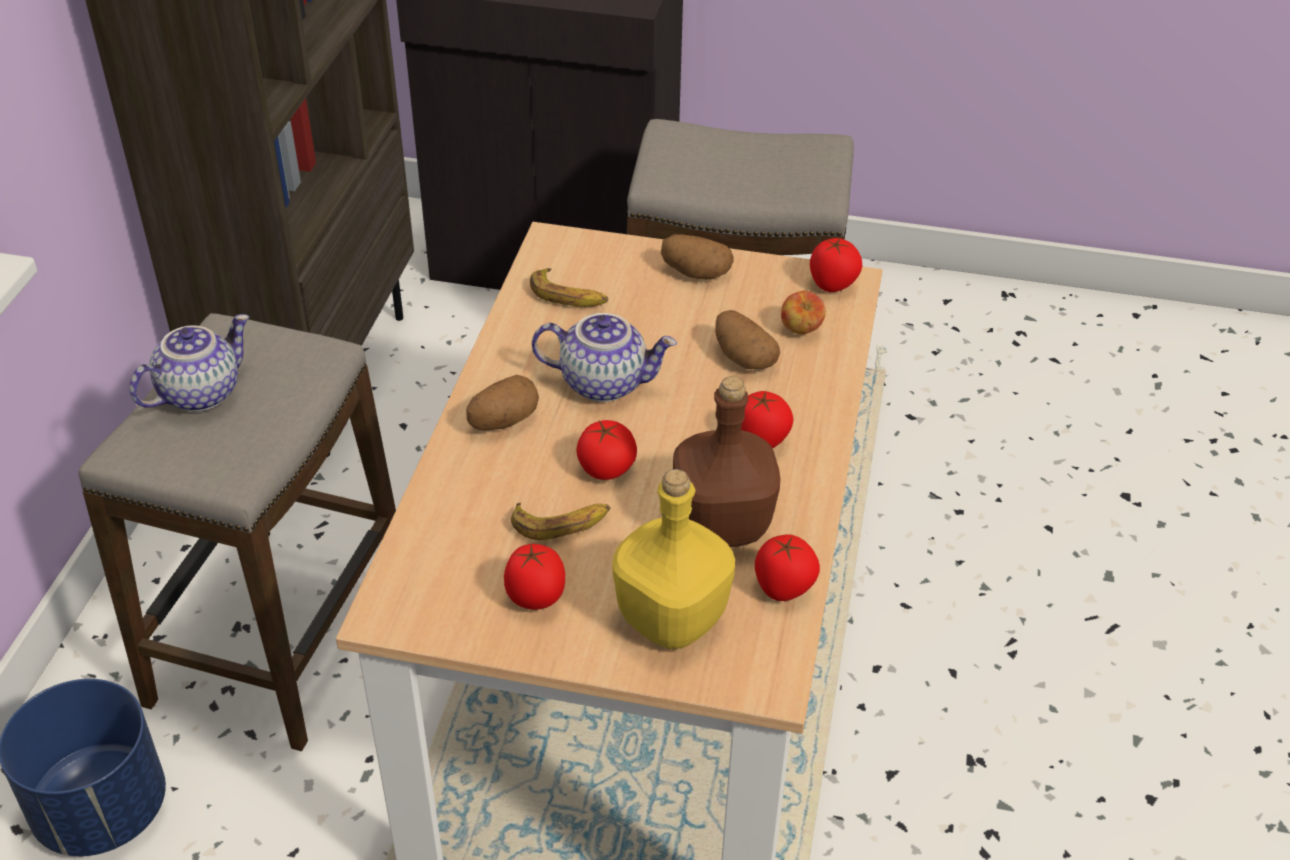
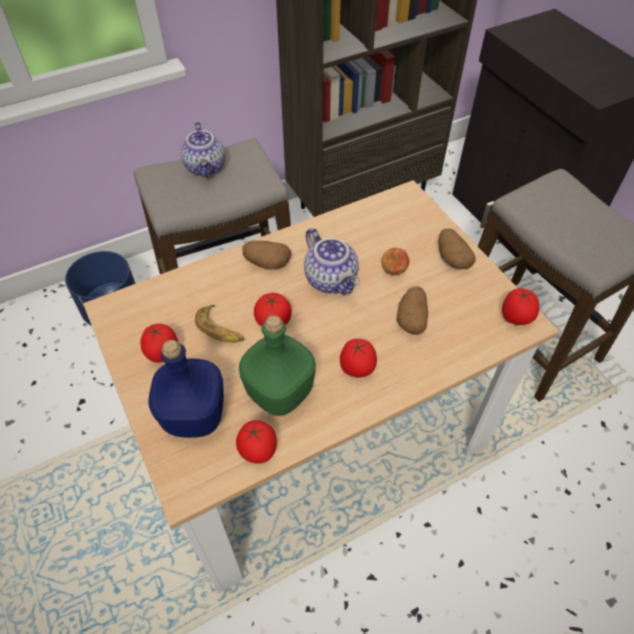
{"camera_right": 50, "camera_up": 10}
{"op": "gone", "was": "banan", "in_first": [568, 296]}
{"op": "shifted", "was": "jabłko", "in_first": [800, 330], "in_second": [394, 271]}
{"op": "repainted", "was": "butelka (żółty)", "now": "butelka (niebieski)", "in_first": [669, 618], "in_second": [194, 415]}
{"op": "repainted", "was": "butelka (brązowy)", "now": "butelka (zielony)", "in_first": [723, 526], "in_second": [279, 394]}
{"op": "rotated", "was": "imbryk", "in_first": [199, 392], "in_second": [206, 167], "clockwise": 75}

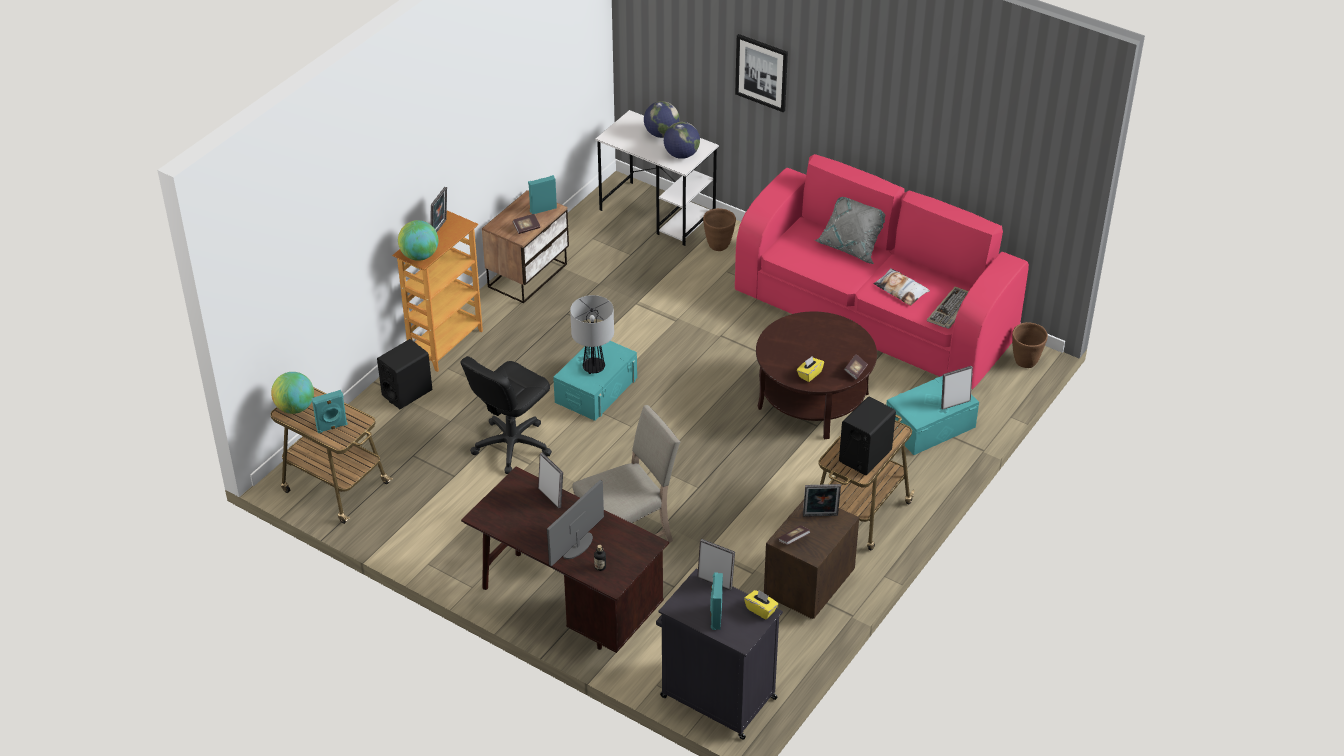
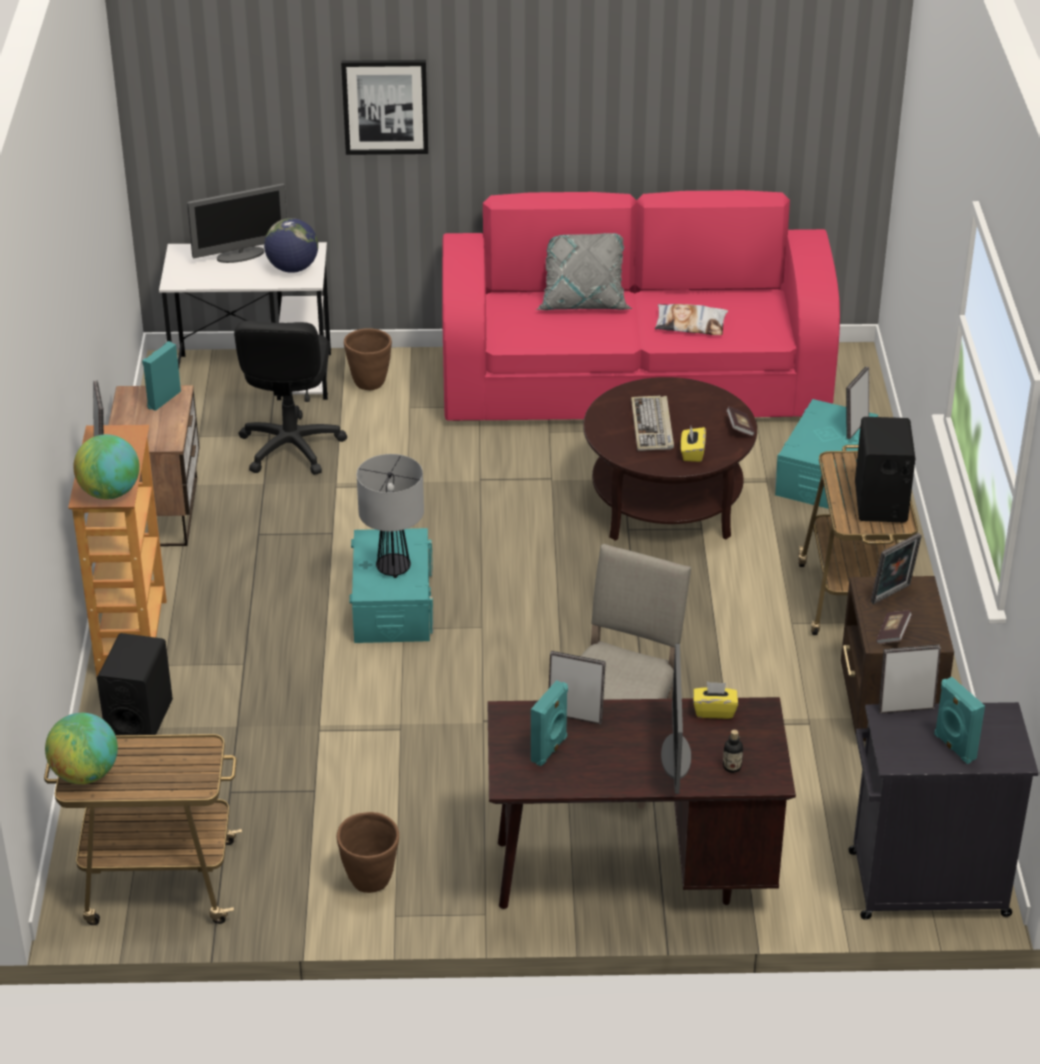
{"camera_right": -35, "camera_up": -5}
{"op": "gone", "was": "książka", "in_first": [526, 228]}
{"op": "shifted", "was": "głośnik (turkusowy)", "in_first": [332, 427], "in_second": [550, 749]}
{"op": "shifted", "was": "krzesło biurowe (czarny)", "in_first": [511, 445], "in_second": [290, 447]}
{"op": "shifted", "was": "pudełko chusteczek (żółty)", "in_first": [761, 610], "in_second": [714, 711]}
{"op": "shifted", "was": "klawiatura", "in_first": [951, 310], "in_second": [652, 426]}
{"op": "shifted", "was": "donica (brązowy)", "in_first": [1025, 362], "in_second": [370, 881]}
{"op": "swapped", "was": "globus", "now": "monitor", "in_first": [661, 134], "in_second": [241, 255]}

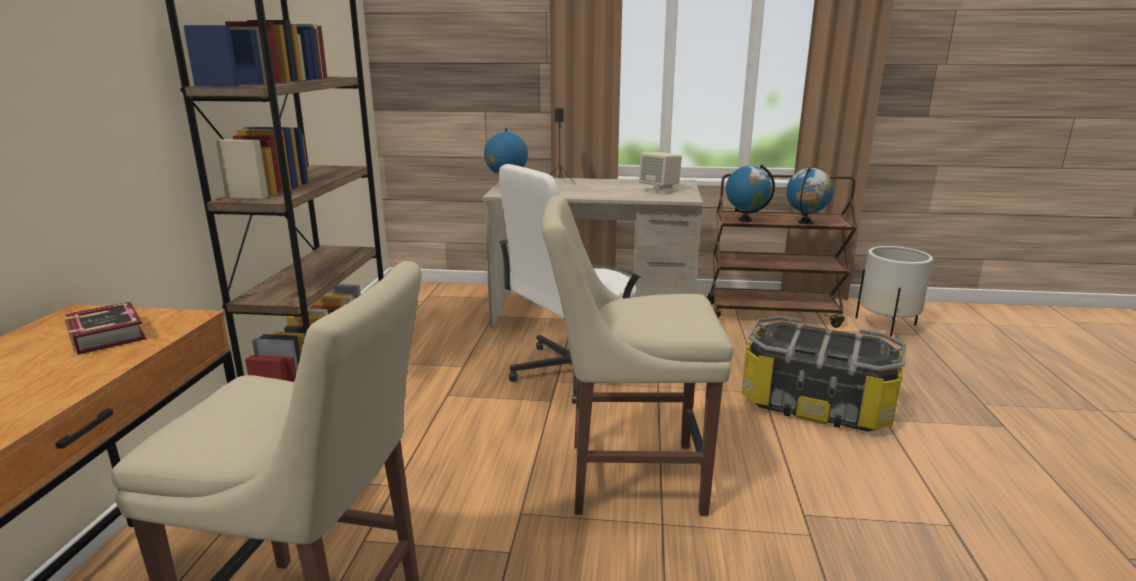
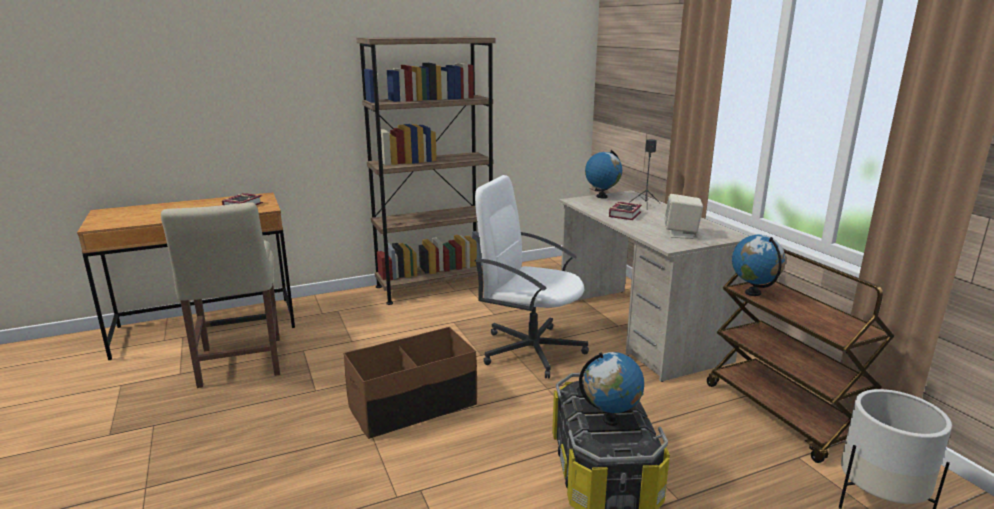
{"camera_right": 60, "camera_up": 0}
{"op": "new", "now": "książka", "in_second": [626, 214]}
{"op": "shifted", "was": "globus", "in_first": [805, 222], "in_second": [610, 420]}
{"op": "swapped", "was": "krzesło (beżowy)", "now": "pojemnik do przechowywania (brązowy)", "in_first": [626, 476], "in_second": [413, 406]}

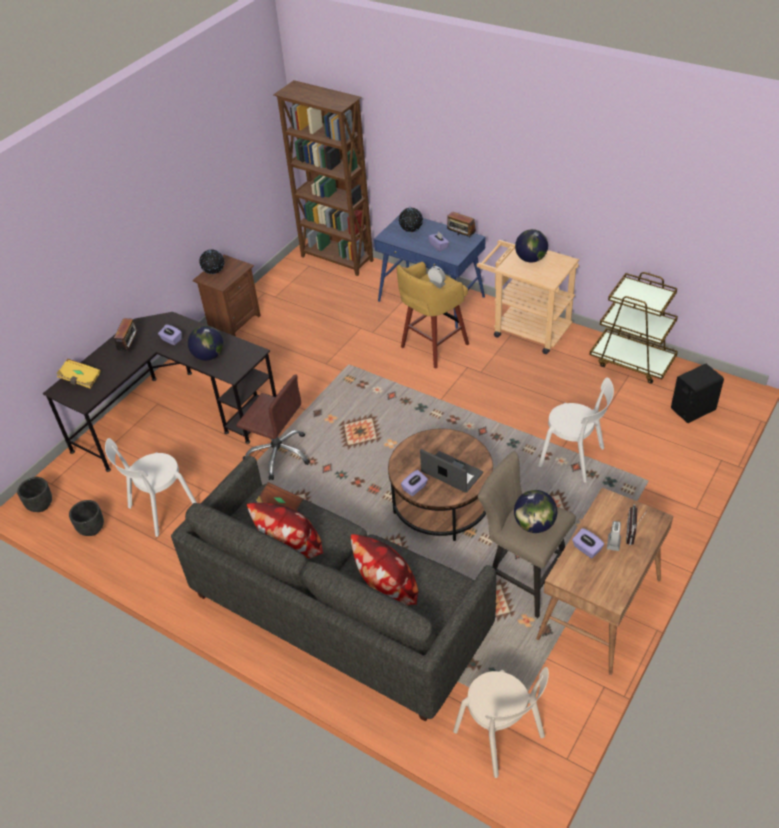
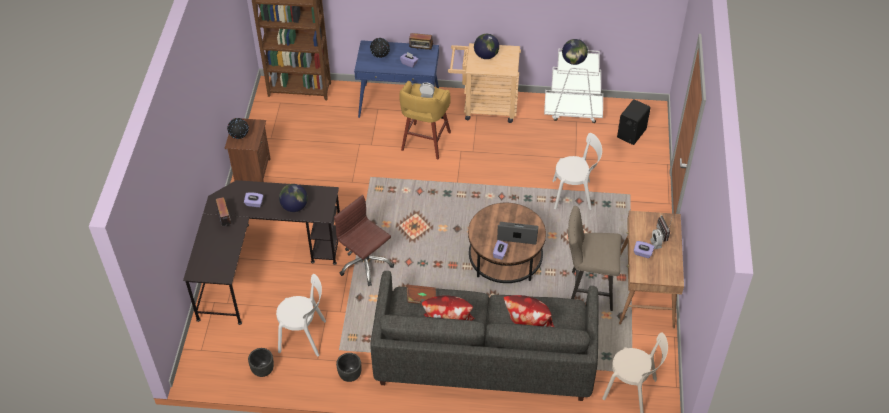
{"camera_right": -30, "camera_up": 5}
{"op": "gone", "was": "książka (żółty)", "in_first": [80, 379]}
{"op": "shifted", "was": "donica (czarny)", "in_first": [40, 506], "in_second": [350, 375]}
{"op": "shifted", "was": "globus", "in_first": [534, 525], "in_second": [573, 61]}
{"op": "repainted", "was": "wózek (brązowy)", "now": "wózek (biały)", "in_first": [632, 361], "in_second": [573, 110]}
{"op": "rotated", "was": "krzesło (biały)", "in_first": [160, 509], "in_second": [305, 336], "clockwise": -105}
{"op": "rotated", "was": "krzesło biurowe (brązowy)", "in_first": [279, 454], "in_second": [365, 264], "clockwise": -135}

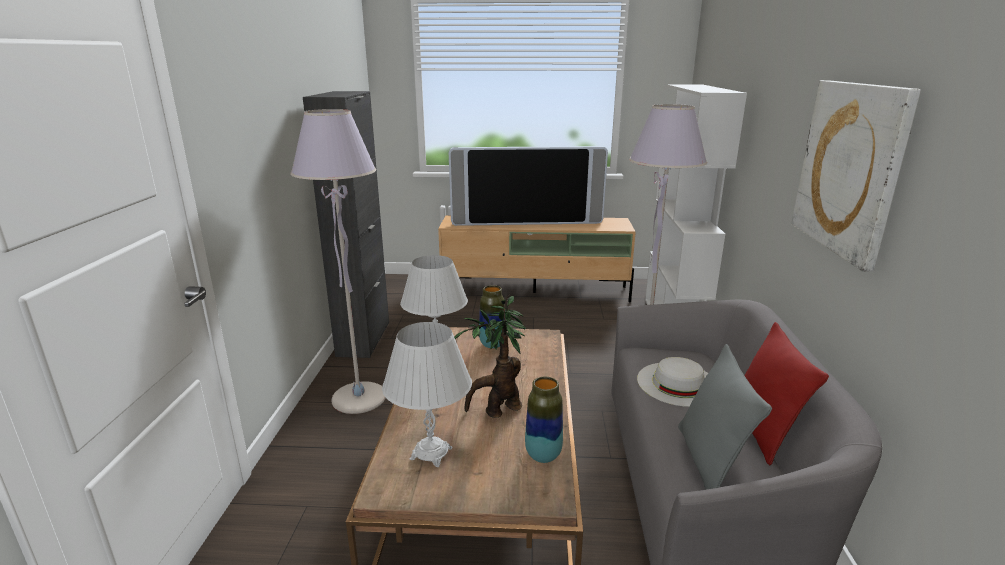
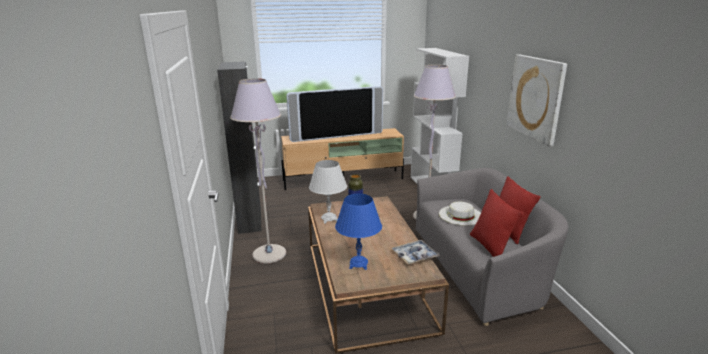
{"camera_right": -15, "camera_up": 0}
{"op": "gone", "was": "roślina doniczkowa", "in_first": [497, 410]}
{"op": "swapped", "was": "wazon", "now": "taca", "in_first": [543, 455], "in_second": [415, 256]}
{"op": "repainted", "was": "lampa stołowa (biały)", "now": "lampa stołowa (niebieski)", "in_first": [431, 453], "in_second": [358, 264]}
{"op": "repainted", "was": "poduszka (szary)", "now": "poduszka (czerwony)", "in_first": [709, 462], "in_second": [490, 247]}

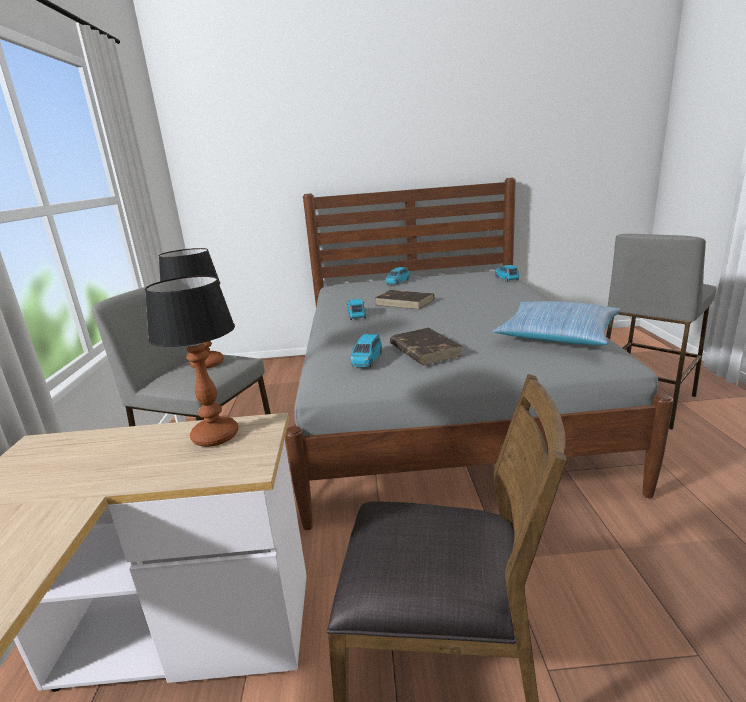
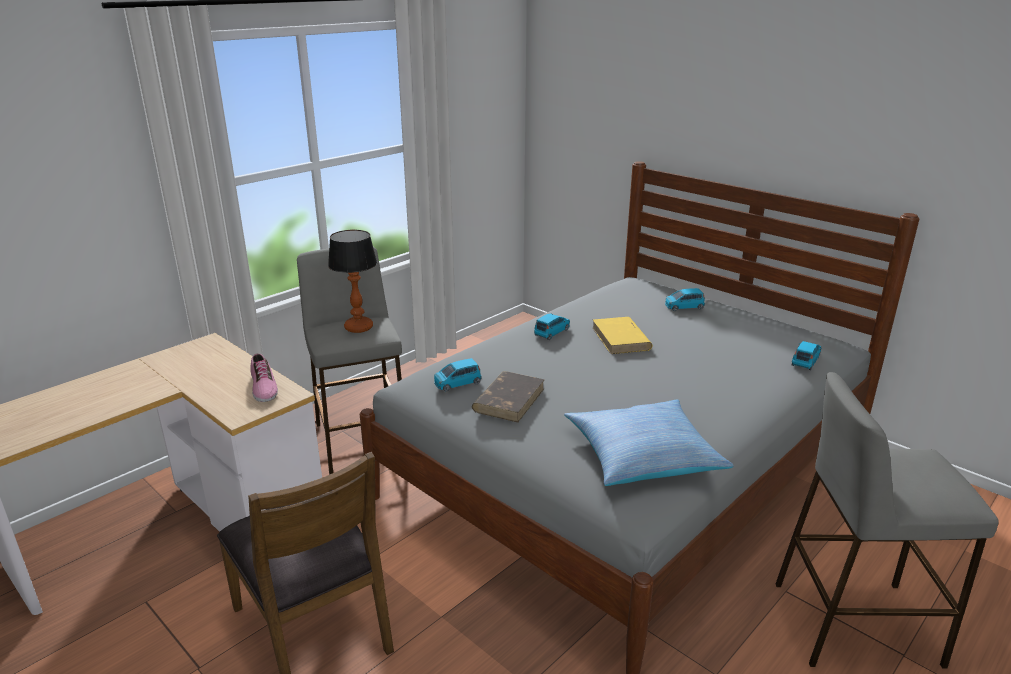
{"camera_right": 45, "camera_up": 5}
{"op": "swapped", "was": "lampa stołowa", "now": "but", "in_first": [215, 436], "in_second": [262, 387]}
{"op": "repainted", "was": "książka (brązowy)", "now": "książka (żółty)", "in_first": [405, 302], "in_second": [621, 339]}

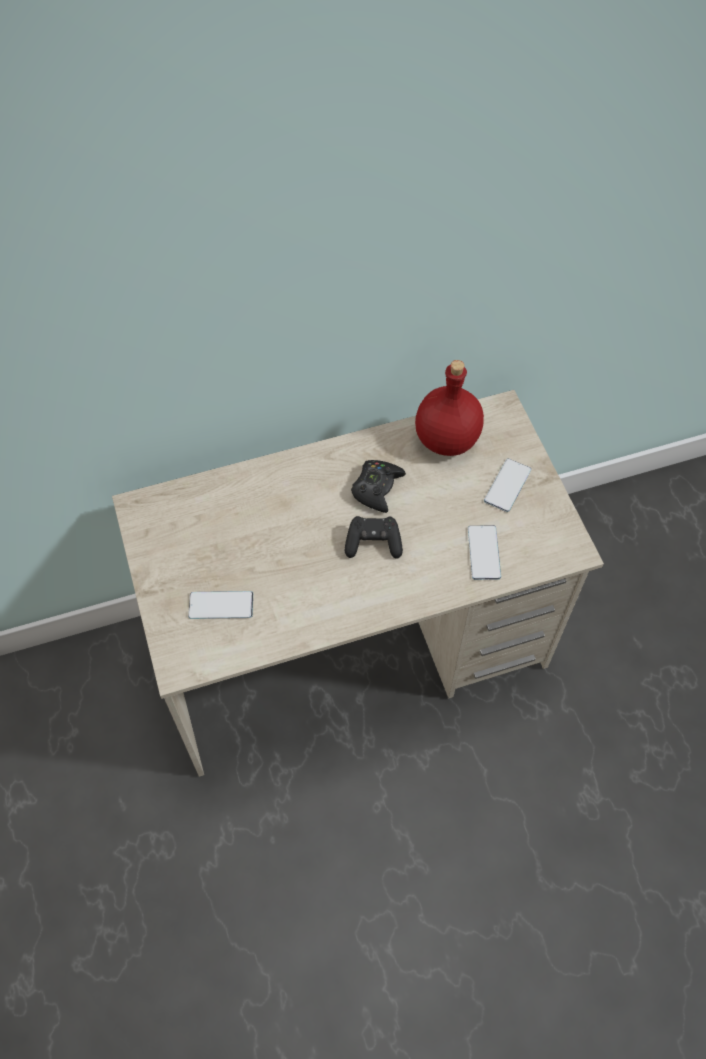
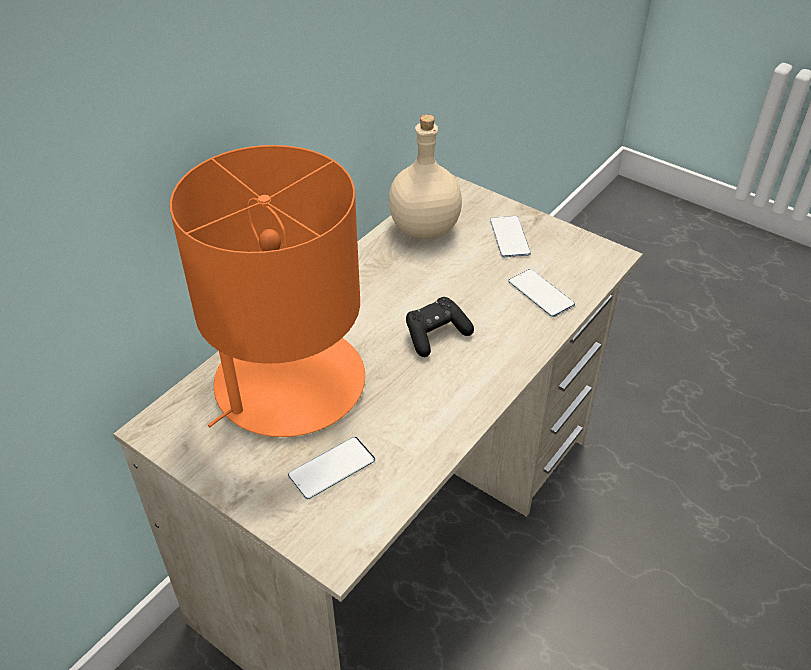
{"camera_right": -35, "camera_up": -15}
{"op": "gone", "was": "pad do gier (czarny)", "in_first": [377, 488]}
{"op": "new", "now": "lampa stołowa (pomarańczowy)", "in_second": [288, 383]}
{"op": "repainted", "was": "butelka (czerwony)", "now": "butelka (beżowy)", "in_first": [447, 440], "in_second": [425, 229]}

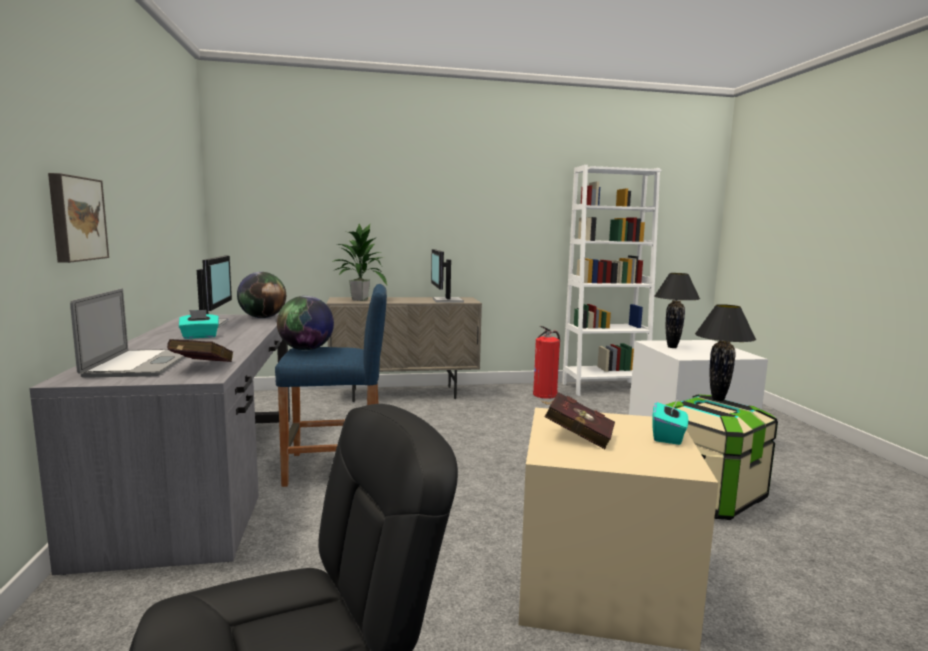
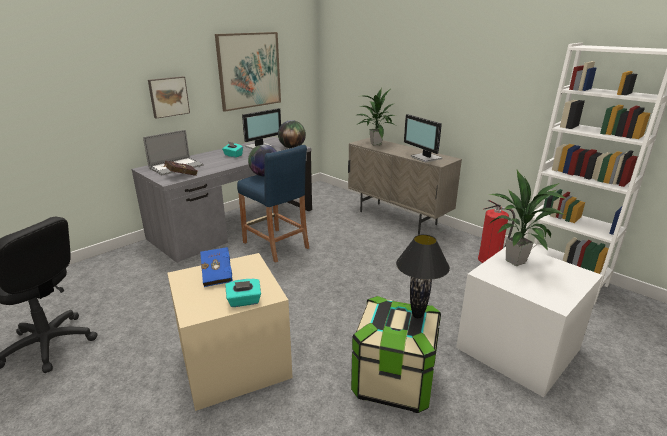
{"camera_right": 55, "camera_up": 15}
{"op": "new", "now": "obraz", "in_second": [249, 70]}
{"op": "swapped", "was": "lampa stołowa (czarny)", "now": "roślina doniczkowa", "in_first": [671, 347], "in_second": [516, 262]}
{"op": "repainted", "was": "książka (czerwony)", "now": "książka (niebieski)", "in_first": [576, 436], "in_second": [218, 275]}
{"op": "rotated", "was": "monitor", "in_first": [446, 300], "in_second": [425, 158], "clockwise": -75}

